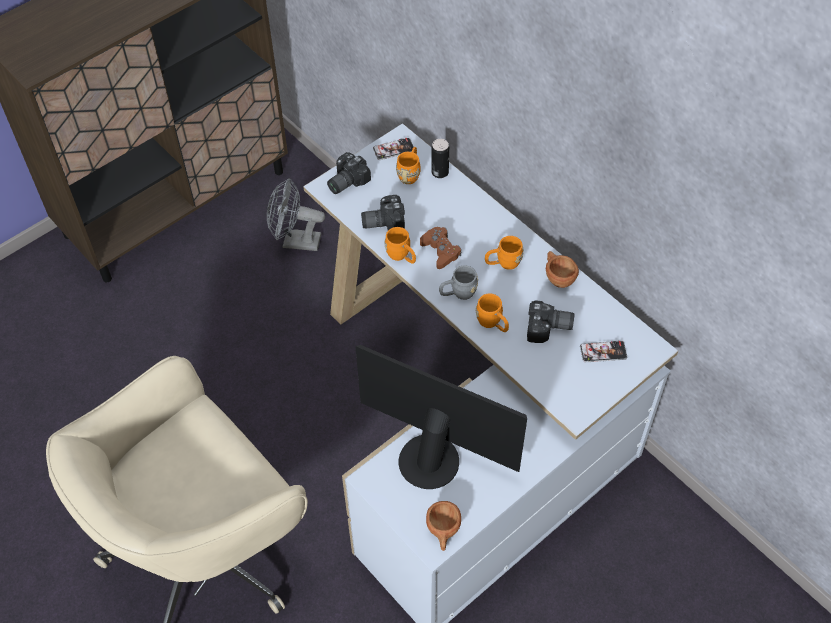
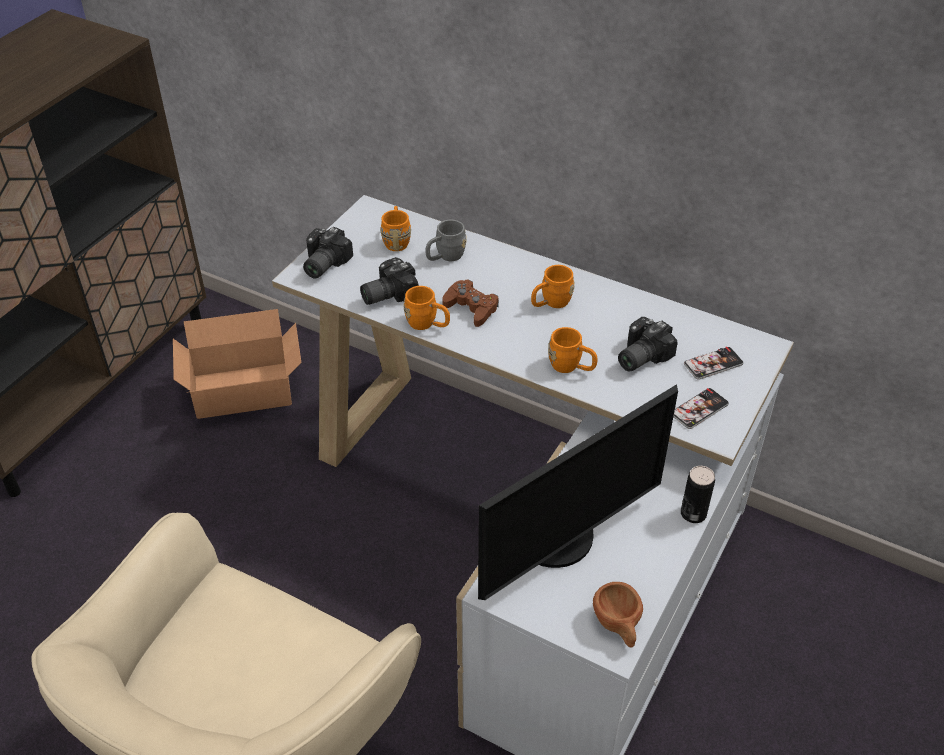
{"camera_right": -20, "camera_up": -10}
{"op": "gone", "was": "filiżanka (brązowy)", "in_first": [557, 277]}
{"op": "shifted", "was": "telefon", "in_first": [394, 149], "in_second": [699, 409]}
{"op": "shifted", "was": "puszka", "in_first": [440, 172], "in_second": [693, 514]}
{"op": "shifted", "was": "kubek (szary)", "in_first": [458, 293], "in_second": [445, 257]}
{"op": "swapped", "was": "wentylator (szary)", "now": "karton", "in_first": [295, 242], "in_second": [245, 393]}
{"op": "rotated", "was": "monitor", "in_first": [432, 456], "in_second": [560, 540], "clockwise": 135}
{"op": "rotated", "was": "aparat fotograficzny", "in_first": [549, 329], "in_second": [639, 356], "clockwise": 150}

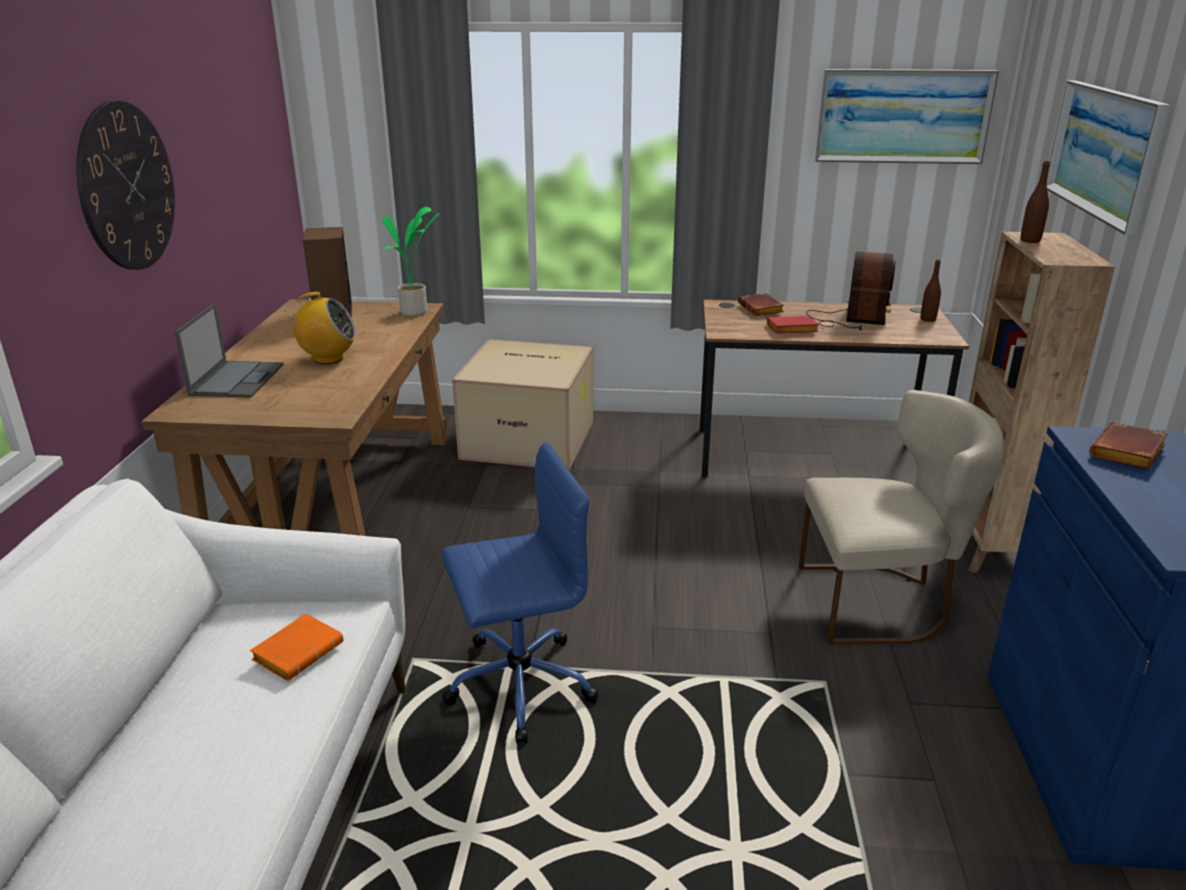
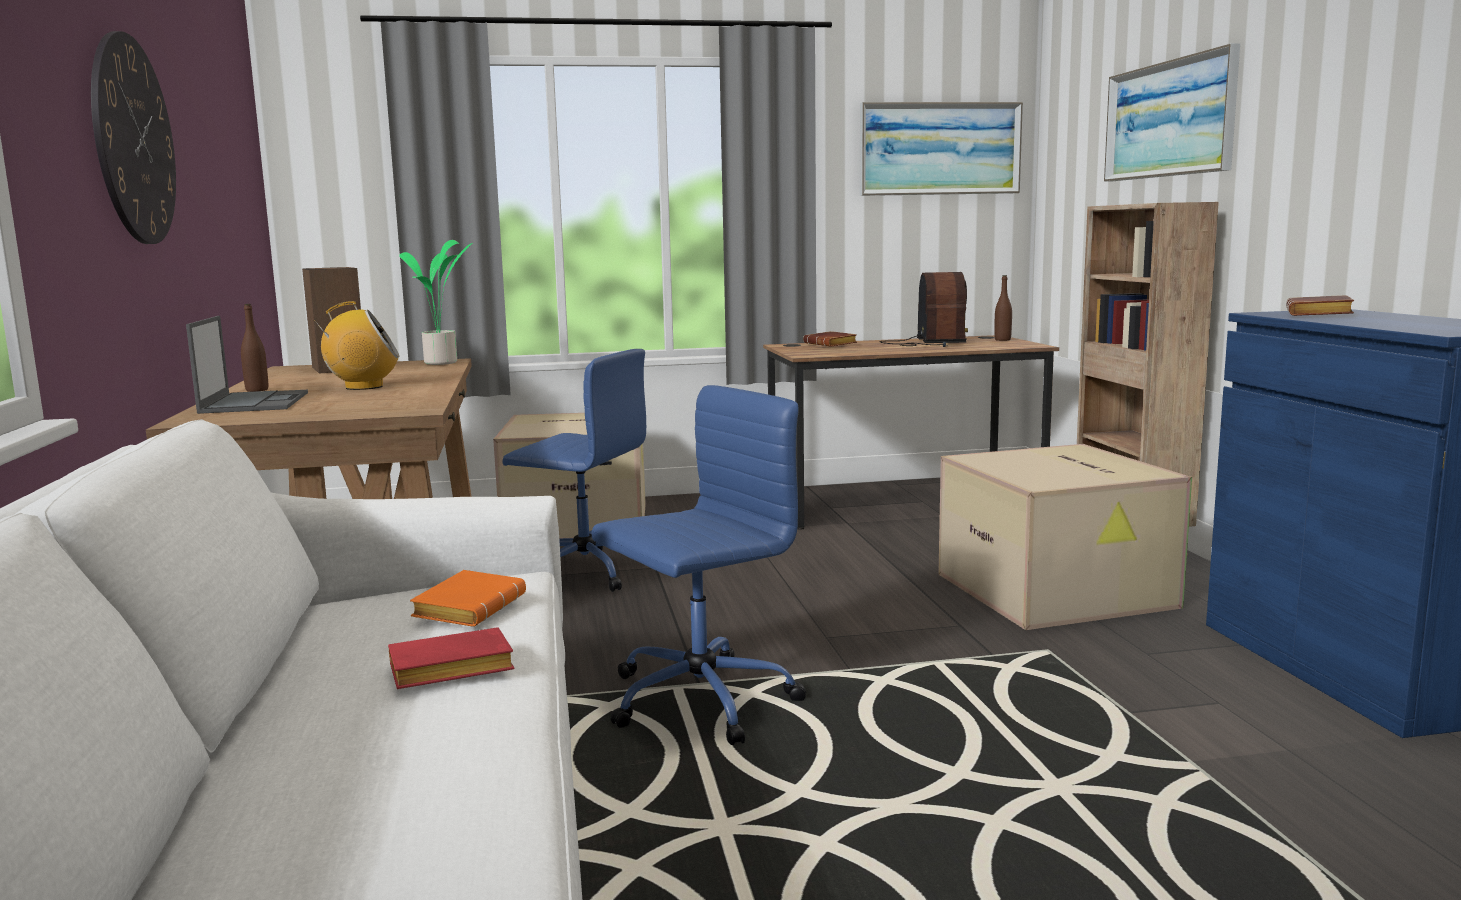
{"camera_right": -15, "camera_up": -15}
{"op": "new", "now": "krzesło biurowe (niebieski)", "in_second": [583, 571]}
{"op": "shifted", "was": "książka (czerwony)", "in_first": [791, 330], "in_second": [448, 671]}
{"op": "shifted", "was": "butelka (brązowy)", "in_first": [1030, 240], "in_second": [257, 390]}
{"op": "swapped", "was": "krzesło (beżowy)", "now": "karton", "in_first": [881, 603], "in_second": [1058, 591]}

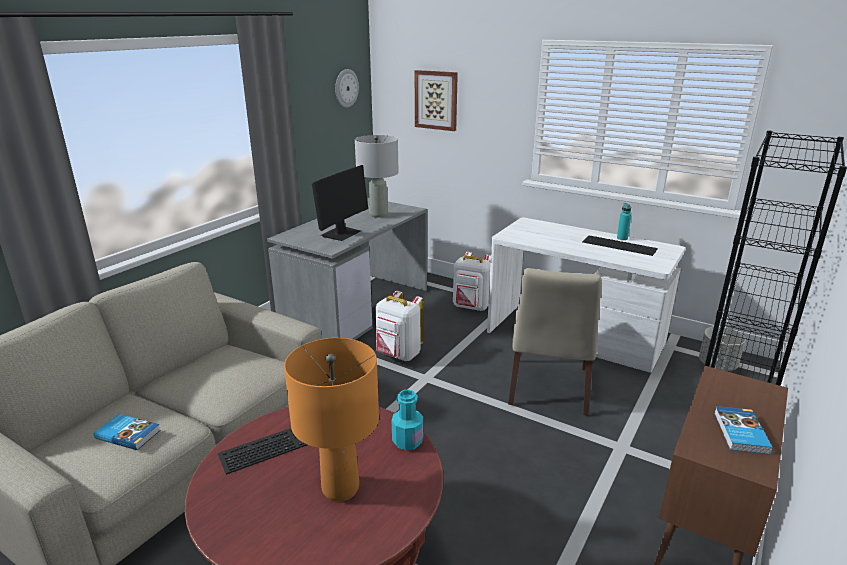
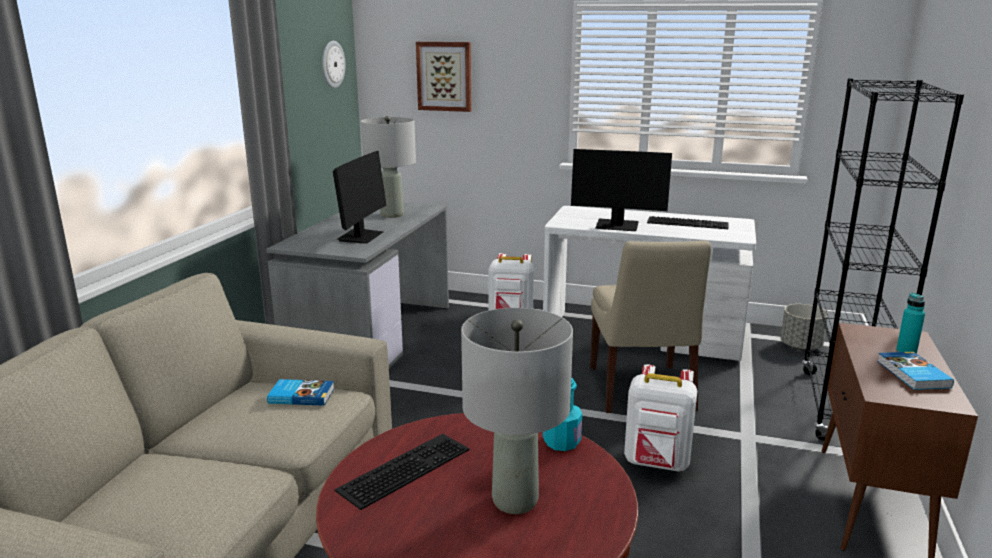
{"camera_right": -15, "camera_up": -5}
{"op": "new", "now": "monitor", "in_second": [617, 226]}
{"op": "shifted", "was": "książka", "in_first": [128, 434], "in_second": [301, 395]}
{"op": "shifted", "was": "plecak (biały)", "in_first": [398, 355], "in_second": [657, 463]}
{"op": "shifted", "was": "butelka (turkusowy)", "in_first": [622, 238], "in_second": [906, 352]}
{"op": "repainted", "was": "lampa stołowa (pomarańczowy)", "now": "lampa stołowa (szary)", "in_first": [341, 489], "in_second": [516, 501]}

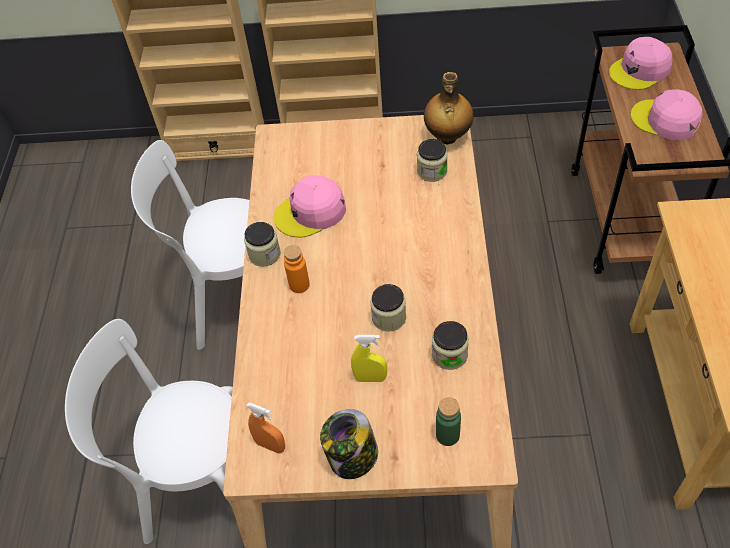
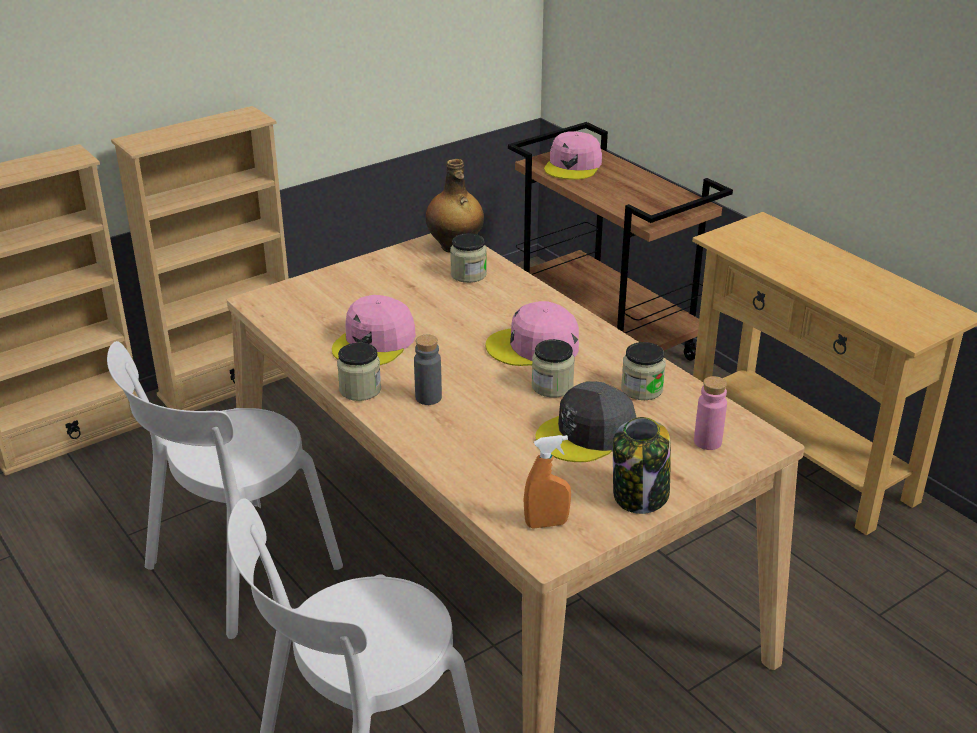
{"camera_right": -40, "camera_up": -20}
{"op": "shifted", "was": "czapka z daszkiem (różowy)", "in_first": [665, 120], "in_second": [534, 346]}
{"op": "swapped", "was": "spryskiwacz (żółty)", "now": "czapka z daszkiem (szary)", "in_first": [370, 378], "in_second": [587, 434]}
{"op": "repainted", "was": "butelka (pomarańczowy)", "now": "butelka (szary)", "in_first": [299, 285], "in_second": [428, 397]}
{"op": "repainted", "was": "butelka (zielony)", "now": "butelka (różowy)", "in_first": [447, 435], "in_second": [707, 442]}

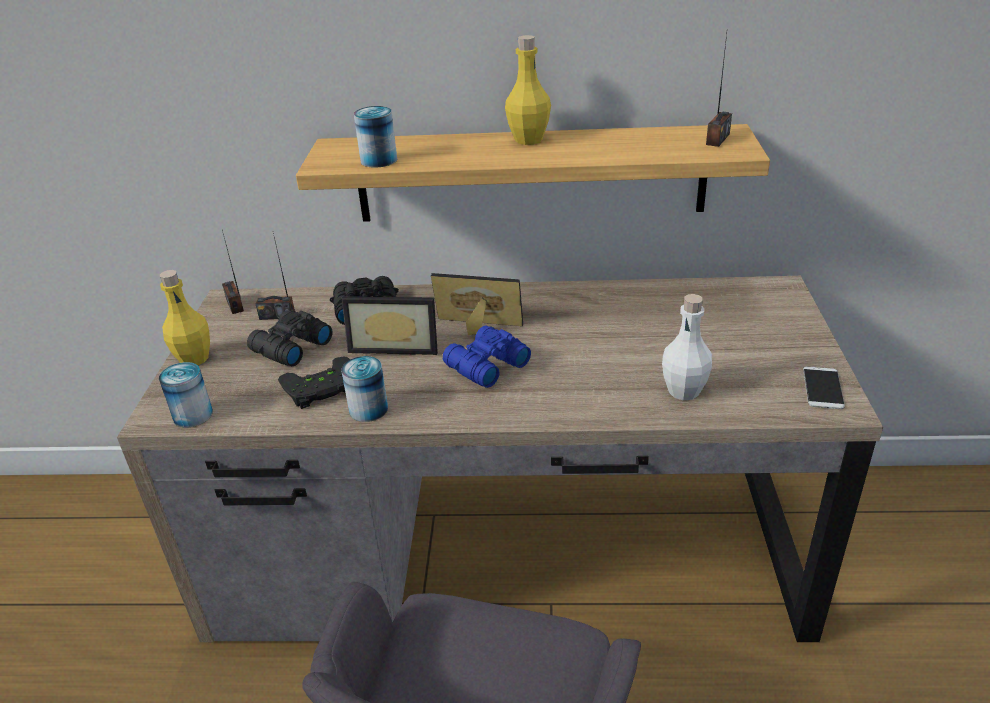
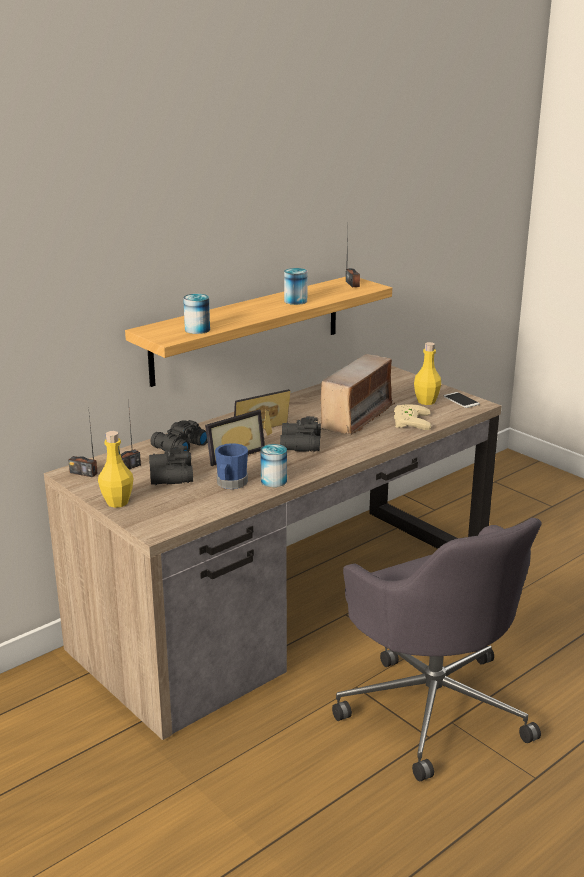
{"camera_right": -45, "camera_up": -10}
{"op": "new", "now": "radio", "in_second": [356, 417]}
{"op": "shifted", "was": "puszka", "in_first": [193, 415], "in_second": [295, 301]}
{"op": "shifted", "was": "butelka (żółty)", "in_first": [528, 139], "in_second": [426, 401]}
{"op": "swapped", "was": "pad do gier (czarny)", "now": "kubek (niebieski)", "in_first": [322, 389], "in_second": [230, 484]}
{"op": "swapped", "was": "butelka (biały)", "now": "pad do gier (beżowy)", "in_first": [683, 391], "in_second": [408, 421]}
{"op": "repainted", "was": "lornetka (niebieski)", "now": "lornetka (czarny)", "in_first": [485, 365], "in_second": [299, 444]}

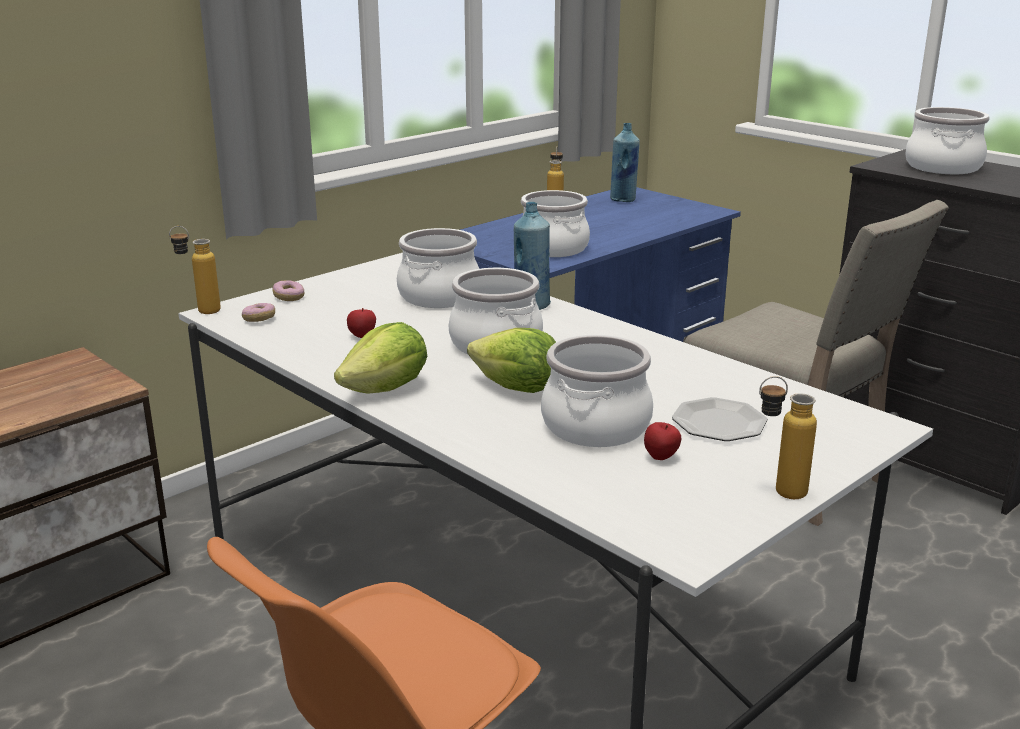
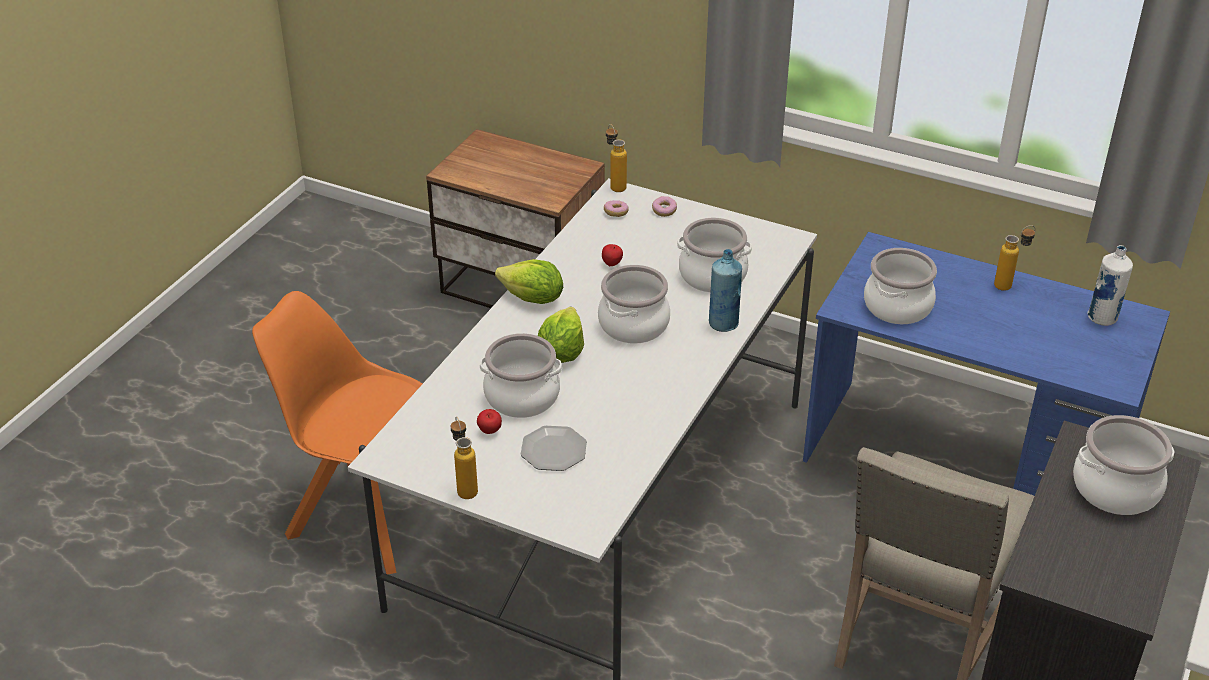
{"camera_right": 70, "camera_up": 15}
{"op": "repainted", "was": "butelka (niebieski)", "now": "butelka (biały)", "in_first": [623, 200], "in_second": [1102, 318]}

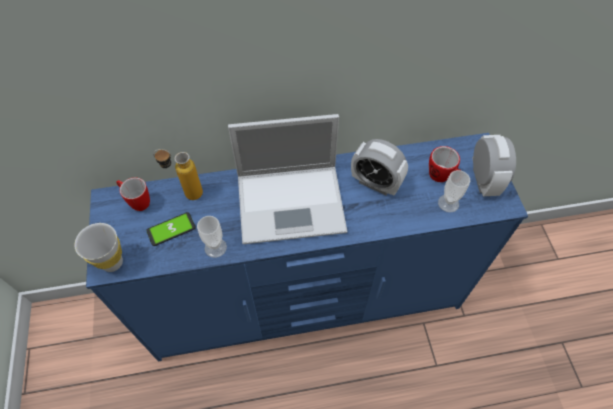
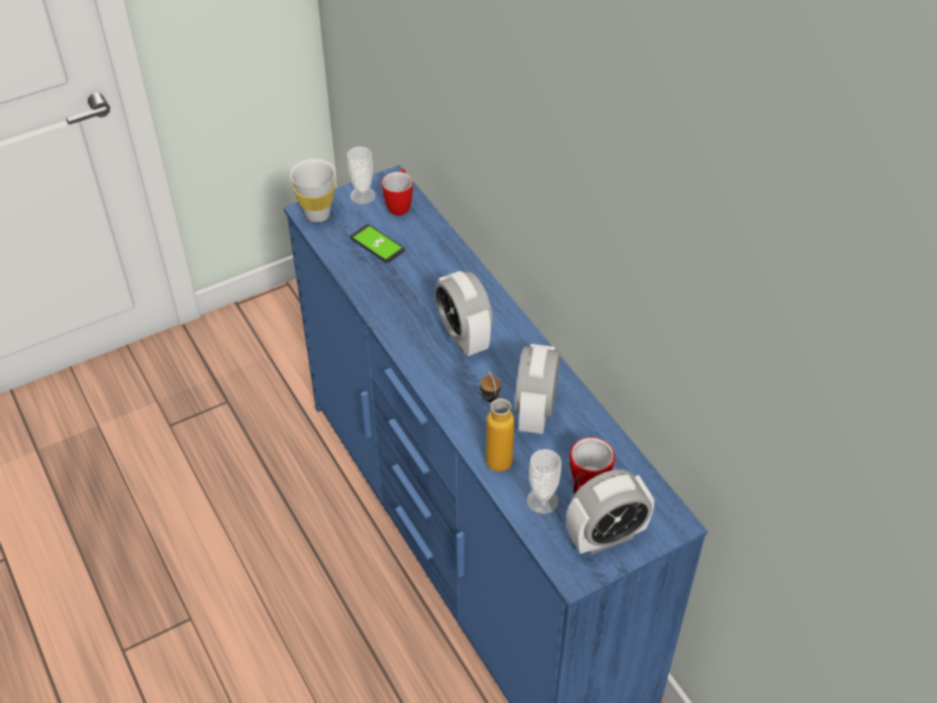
{"camera_right": 70, "camera_up": -10}
{"op": "shifted", "was": "butelka", "in_first": [186, 193], "in_second": [494, 453]}
{"op": "shifted", "was": "filiżanka", "in_first": [215, 247], "in_second": [362, 196]}
{"op": "swapped", "was": "laptop", "now": "budzik", "in_first": [293, 202], "in_second": [463, 337]}

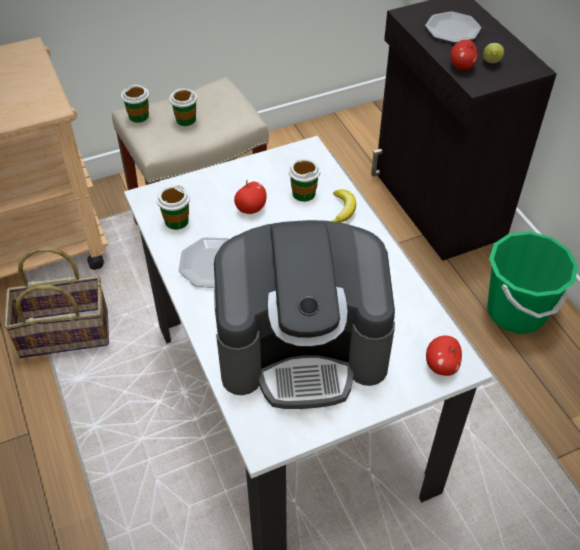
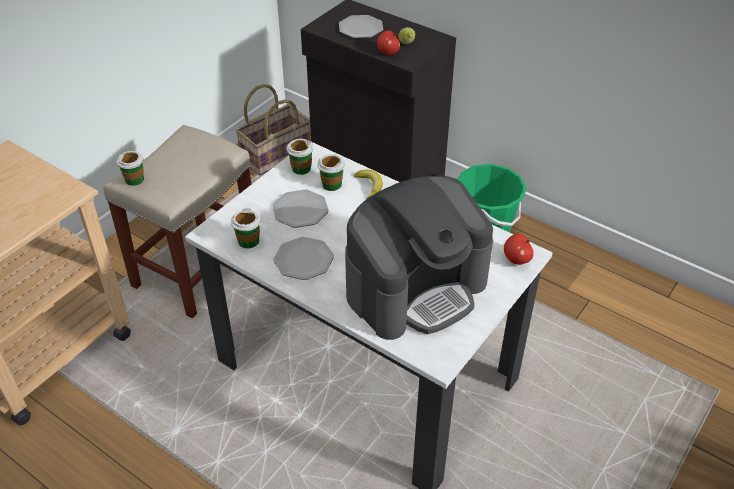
{"camera_right": -30, "camera_up": -5}
{"op": "shifted", "was": "koszyk", "in_first": [65, 332], "in_second": [275, 154]}
{"op": "shifted", "was": "filiżanka", "in_first": [185, 119], "in_second": [301, 168]}
{"op": "swapped", "was": "jabłko", "now": "talerz", "in_first": [251, 209], "in_second": [300, 210]}

